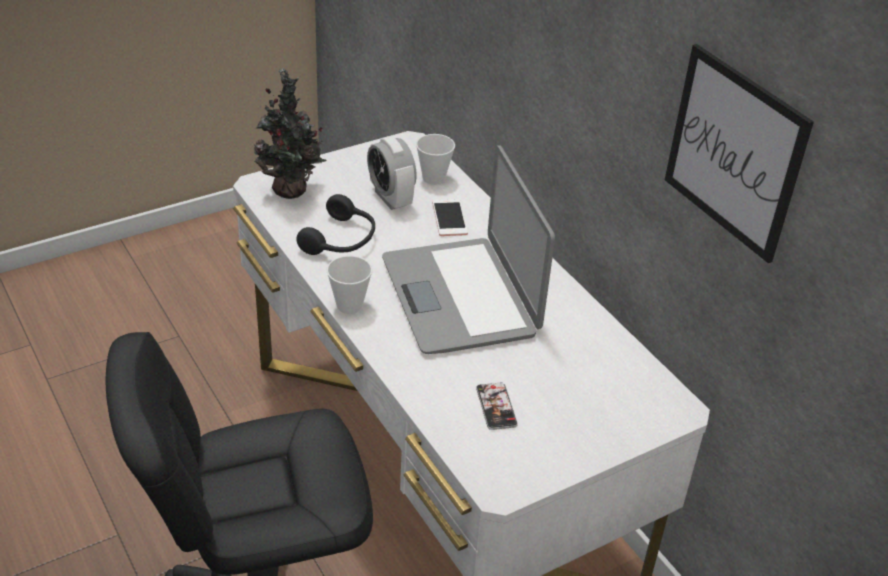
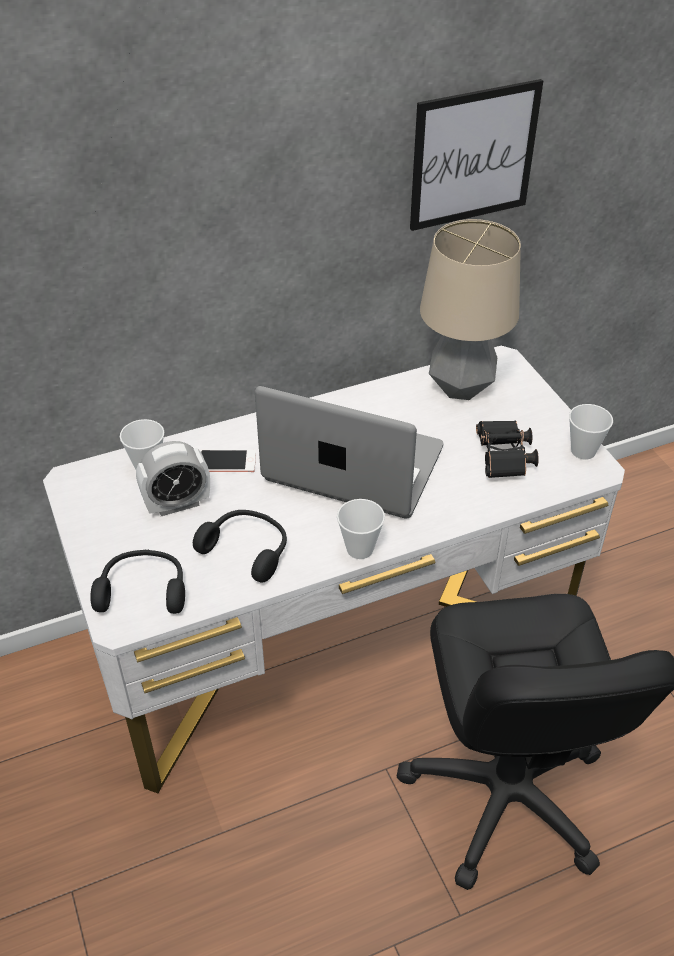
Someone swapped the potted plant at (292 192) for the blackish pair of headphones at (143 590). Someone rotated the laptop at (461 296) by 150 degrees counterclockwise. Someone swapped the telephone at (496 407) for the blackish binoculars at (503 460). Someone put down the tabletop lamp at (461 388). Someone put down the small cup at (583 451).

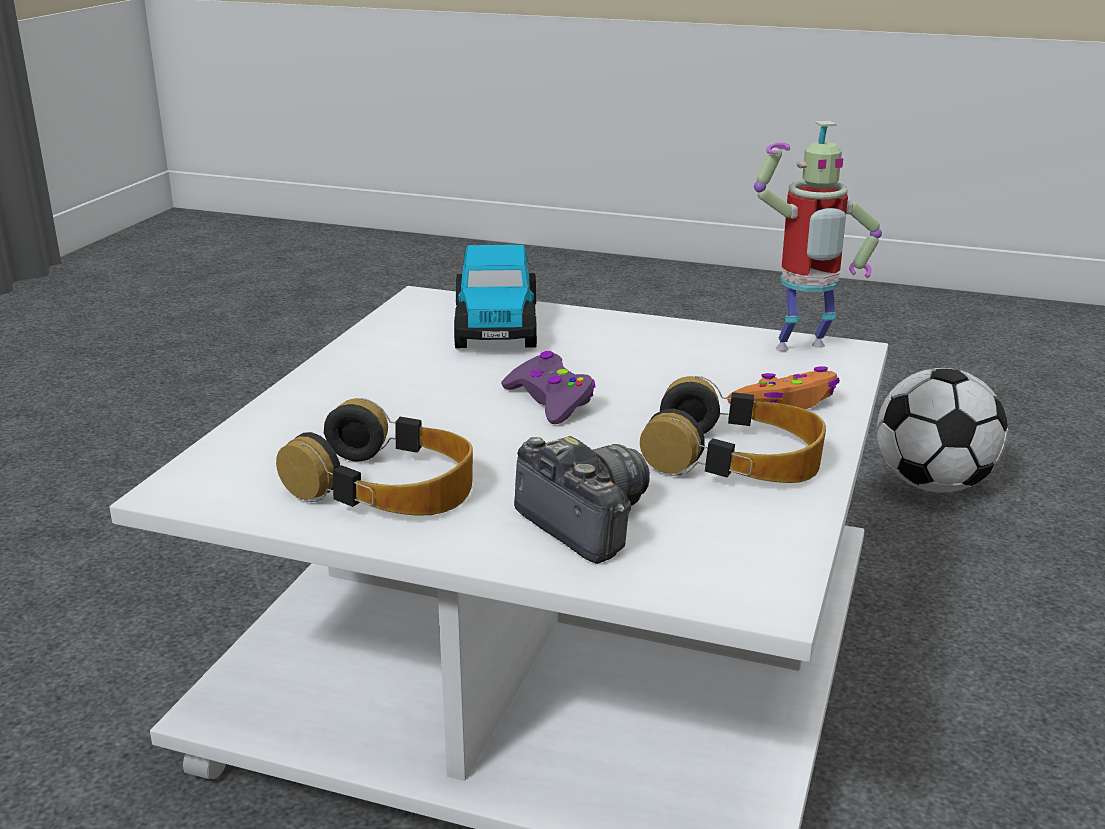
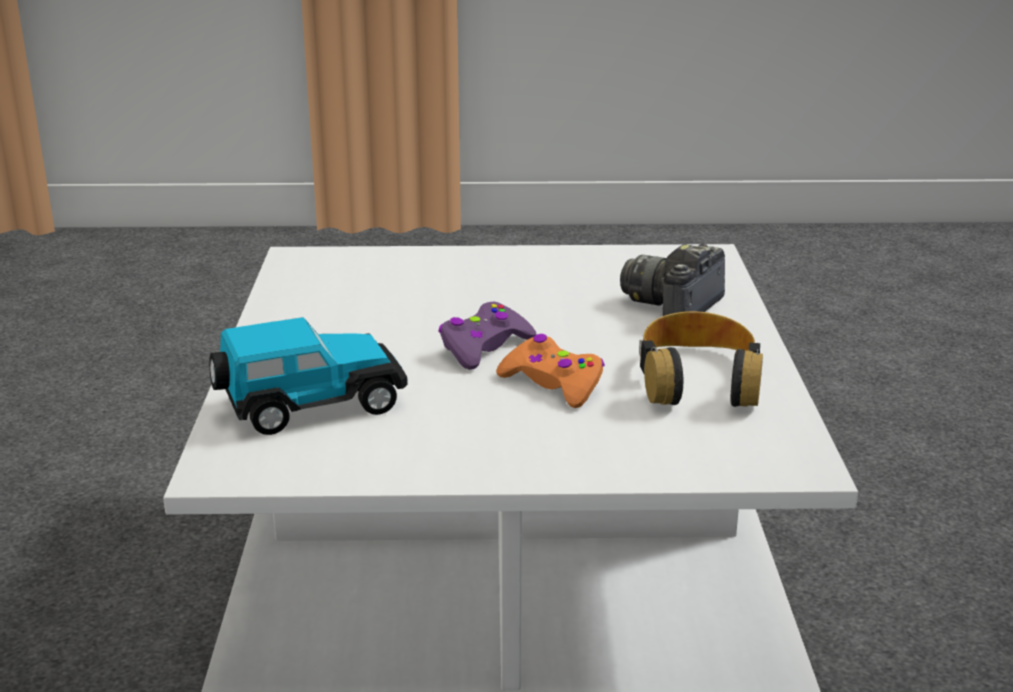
Someone took away the toy robot at (802 350). Someone carried the orangey gamepad from (786 403) to (553 383). Someone took away the football at (932 484). Someone took away the pair of headphones at (734 458).

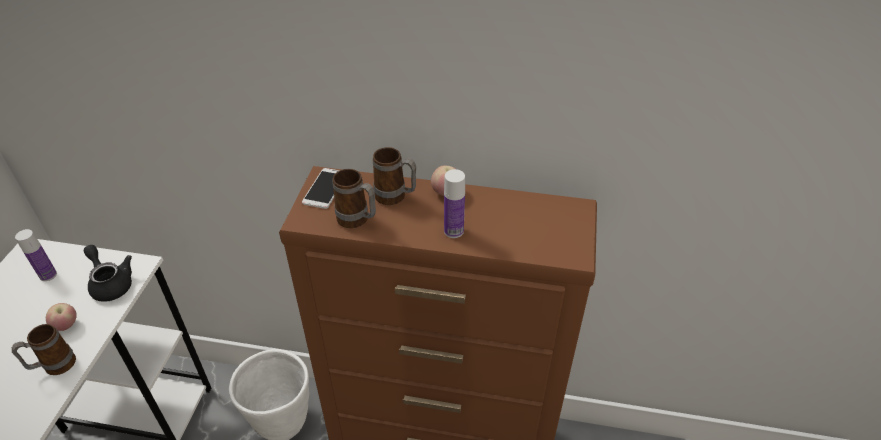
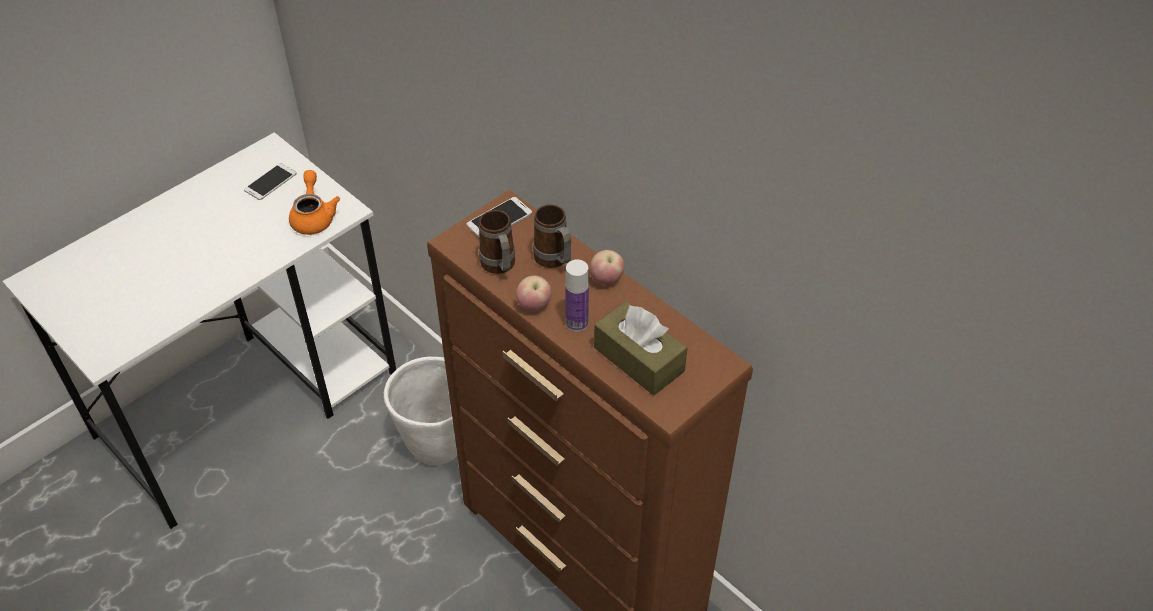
Someone swapped the beverage bottle at (48 275) for the telephone at (270 182). Someone repainted the blackish pot for tea at (111 283), which became the orangey pot for tea at (314 216). Someone carried the whole apple from (66 326) to (534 305). Someone took away the mug at (54 366). Someone put down the brown-coloured tissue holder at (639 359).

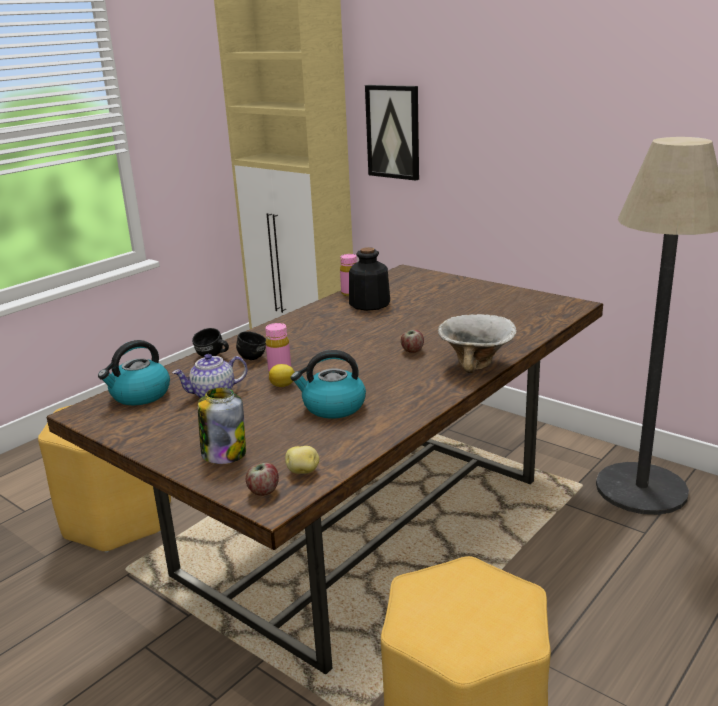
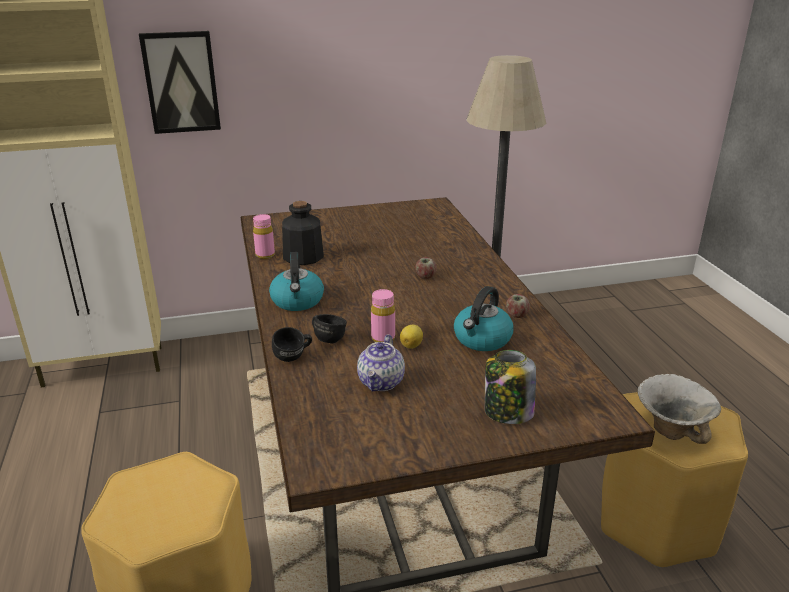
Someone carried the serving bowl from (477 365) to (671 429). Someone carried the tea kettle from (140 395) to (297 301). Someone took away the potato at (303 471). Someone carried the whole apple from (263 491) to (516 315).

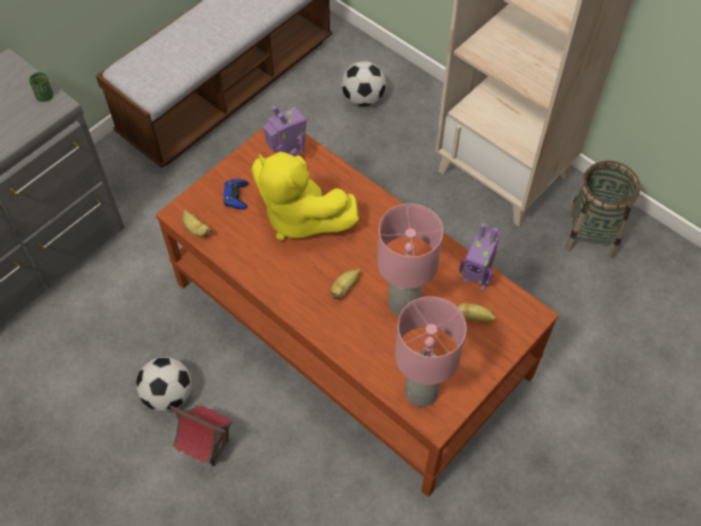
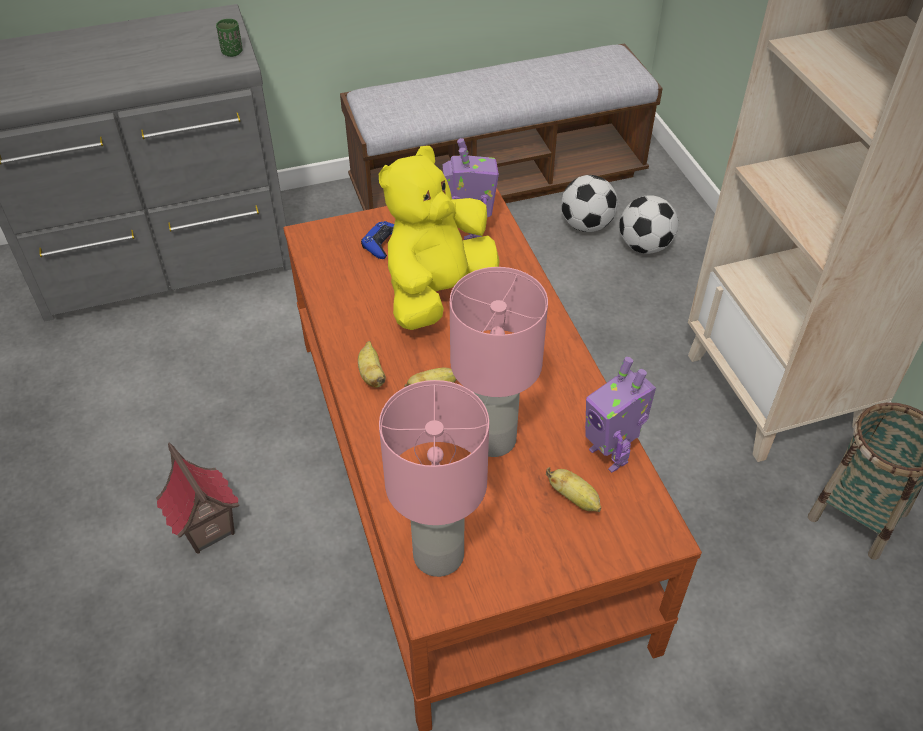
Someone rotated the yellowish cuddly toy at (299 217) by 60 degrees clockwise. Someone carried the banana fruit from (196 230) to (371 375). Someone carried the football from (168 395) to (586 225).

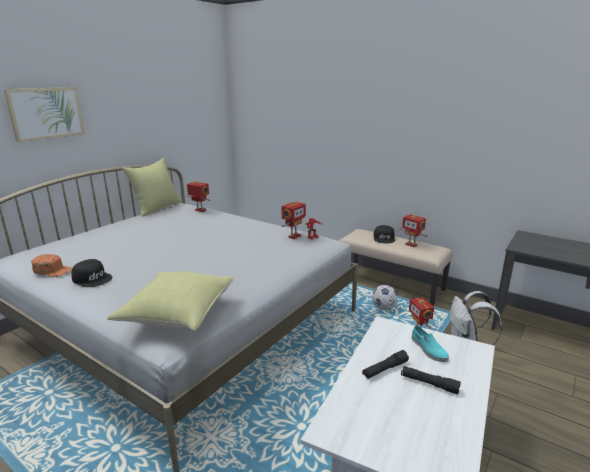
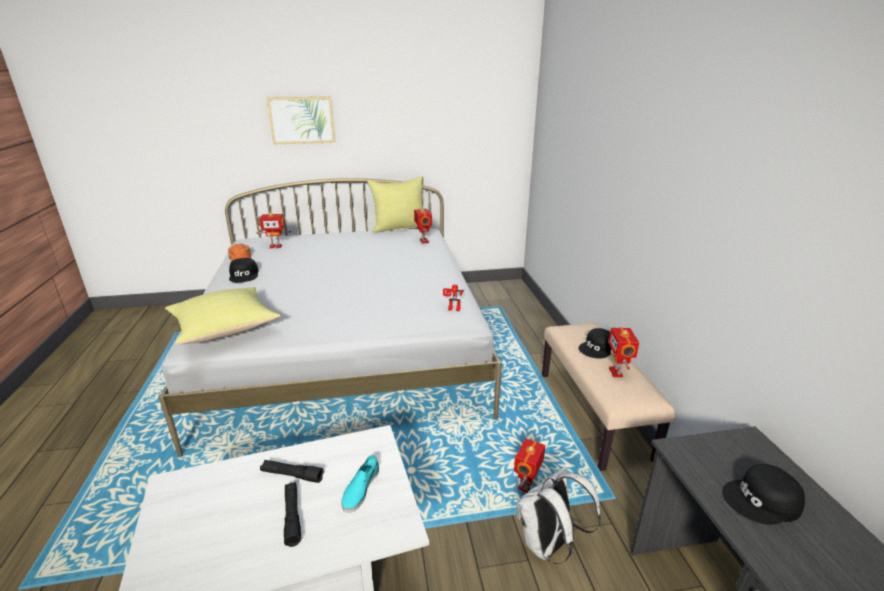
Someone carried the toy robot from (294 236) to (276 246). Someone took away the football at (383 308). Someone put down the blackish cap at (762 501).

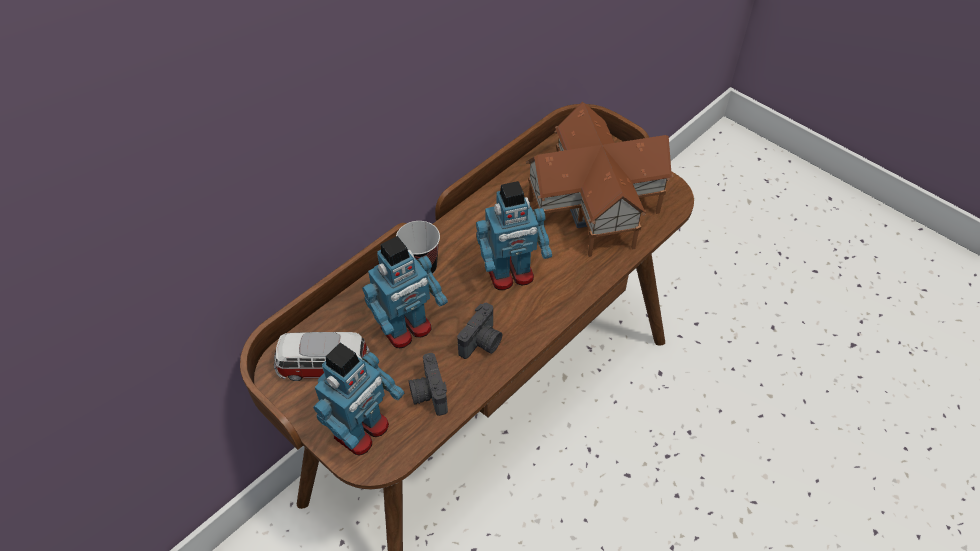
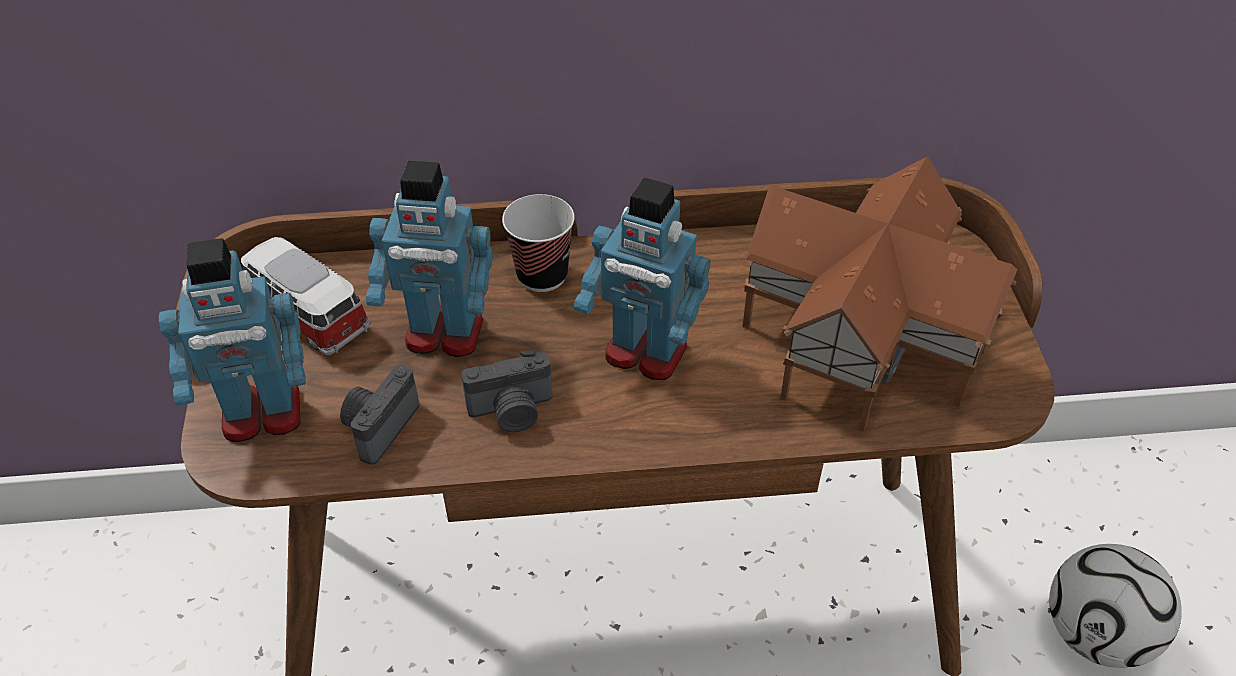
Someone put down the football at (1096 634).

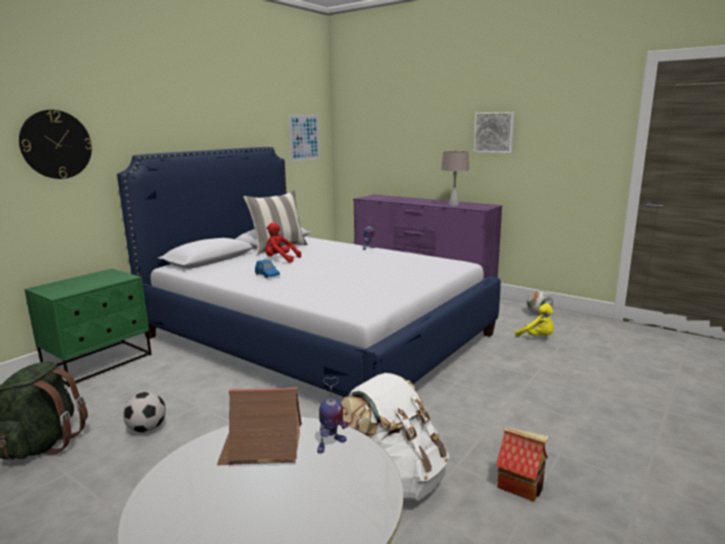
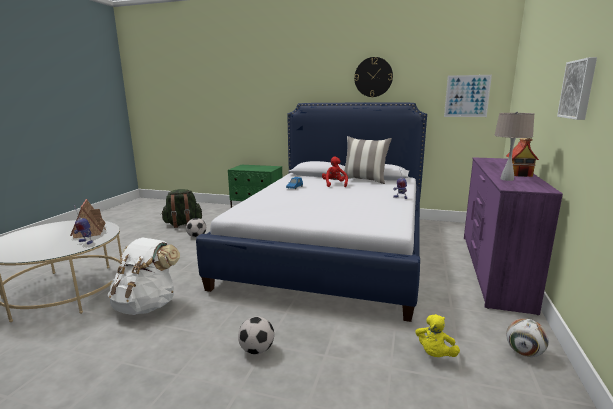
Someone carried the clock on the wall from (56 144) to (373 77). Someone carried the miniature house from (521 485) to (520 174). Someone put down the football at (257 350).

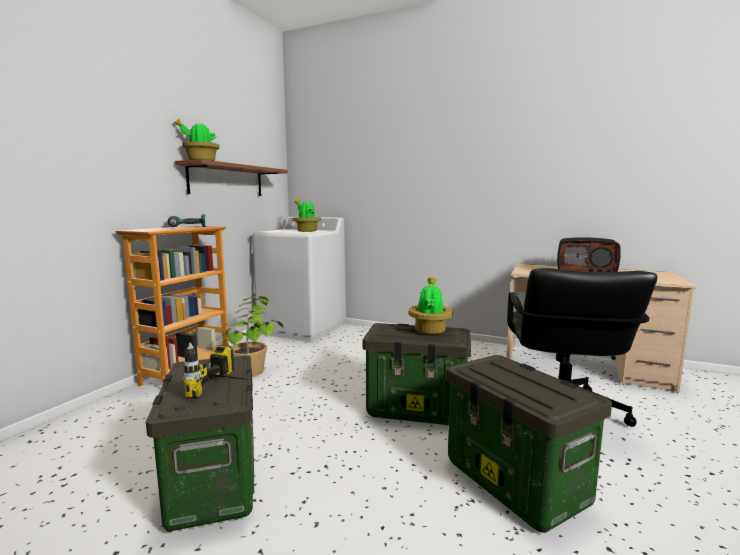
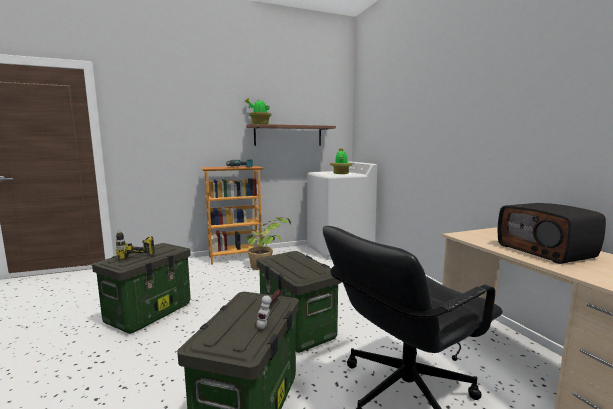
Someone took away the potted plant at (430 330). Someone put down the tool hammer at (270 312).

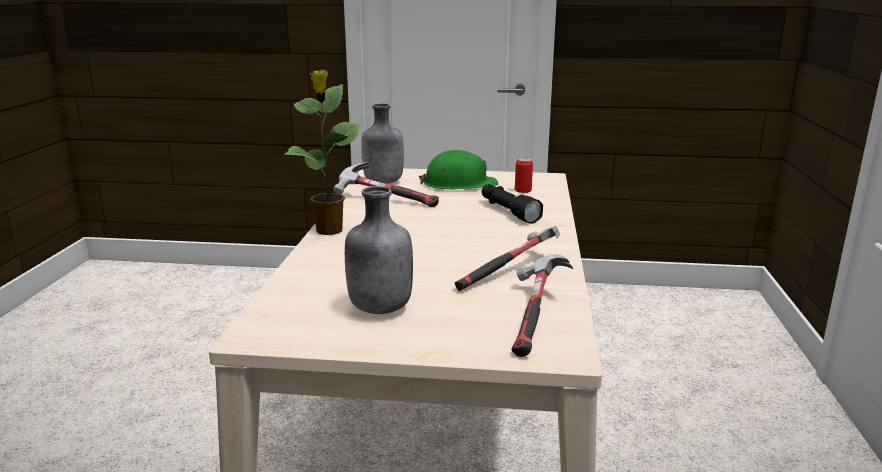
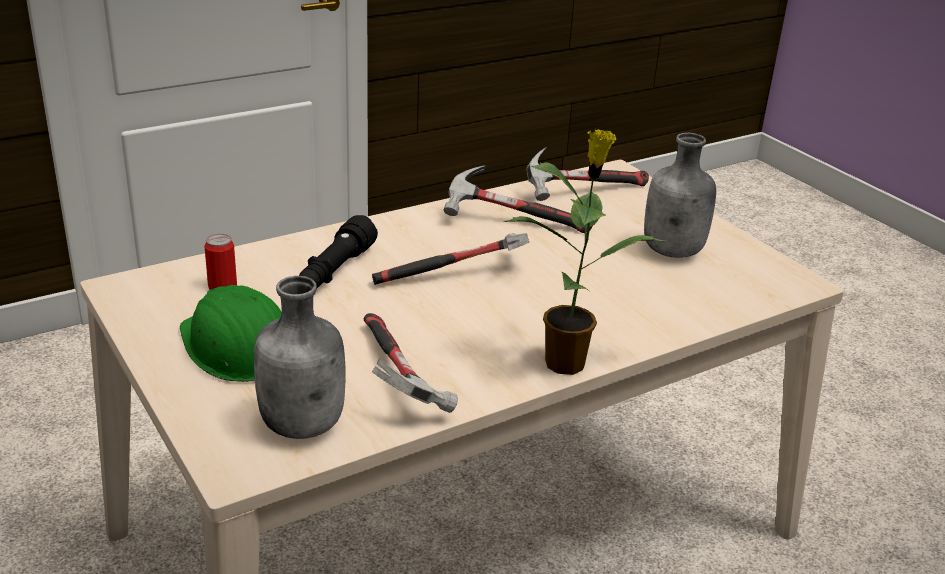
Someone put down the tool hammer at (457 275).

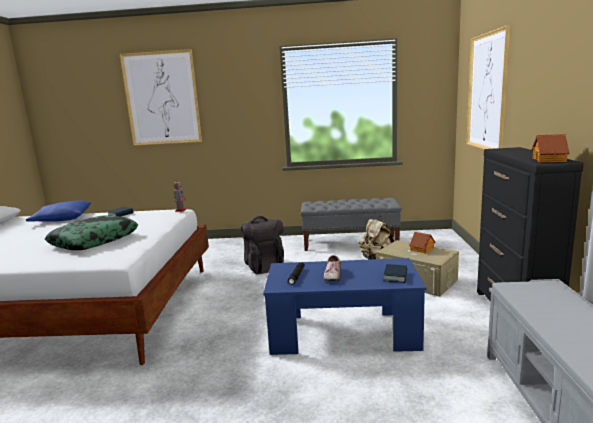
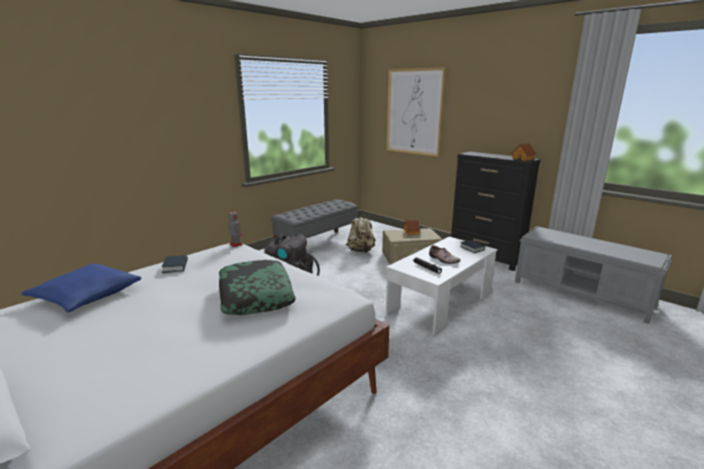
Someone took away the wall picture at (162 98). Someone repainted the bluish coffee table at (343 332), which became the white-coloured coffee table at (441 302).

